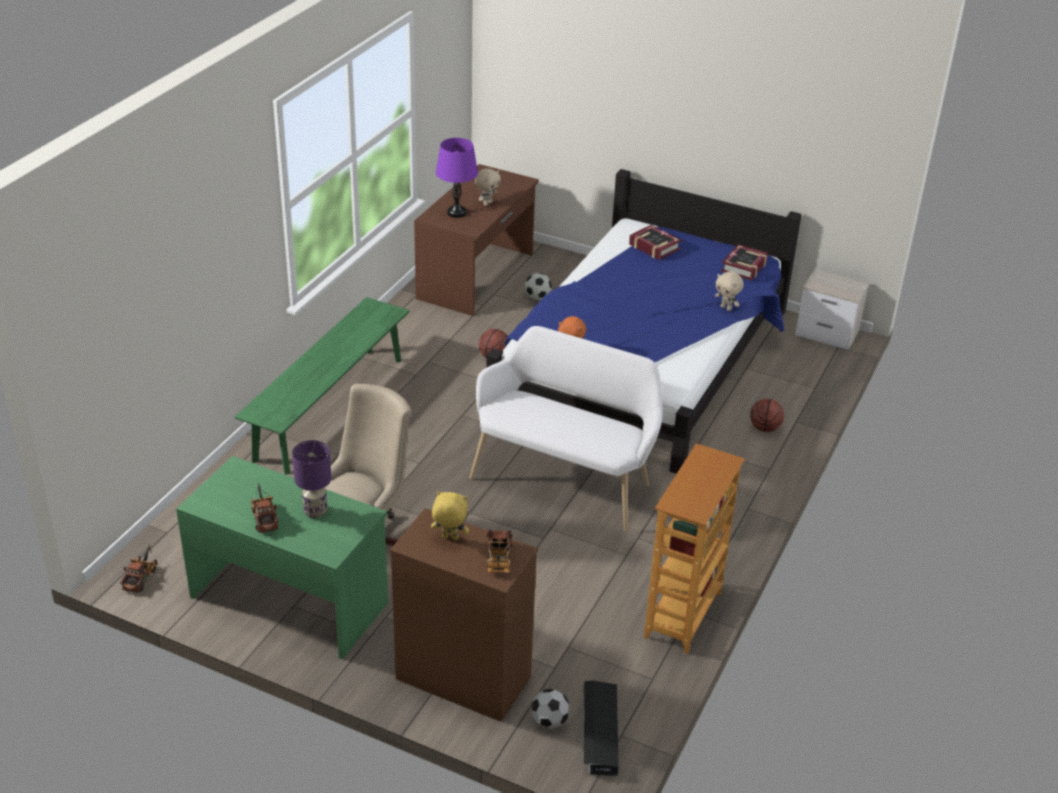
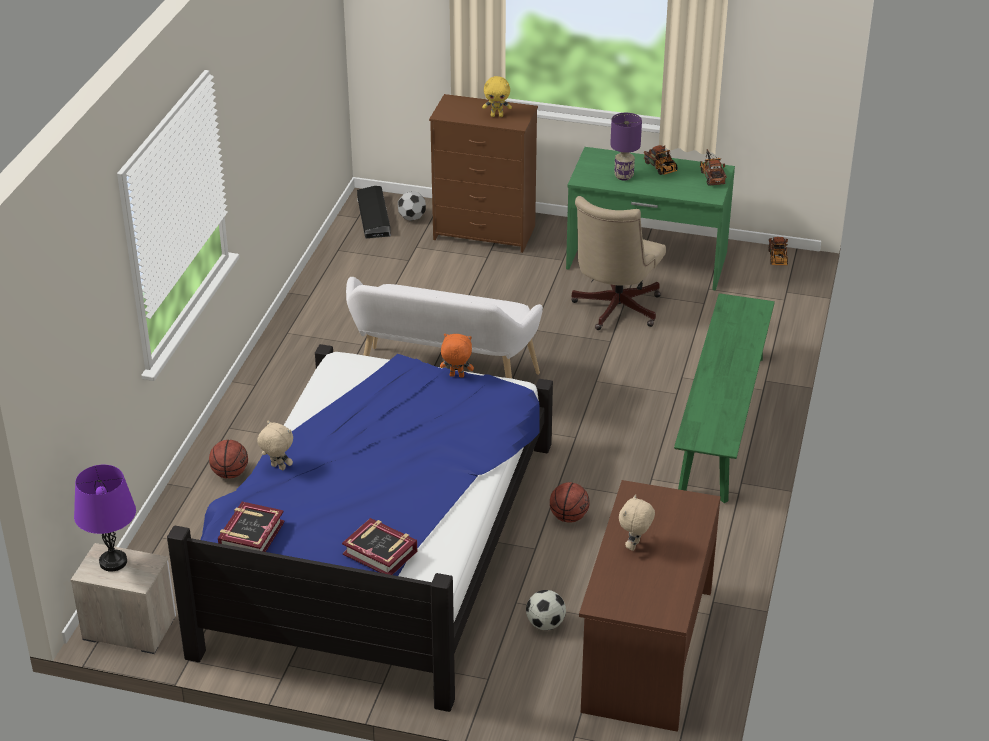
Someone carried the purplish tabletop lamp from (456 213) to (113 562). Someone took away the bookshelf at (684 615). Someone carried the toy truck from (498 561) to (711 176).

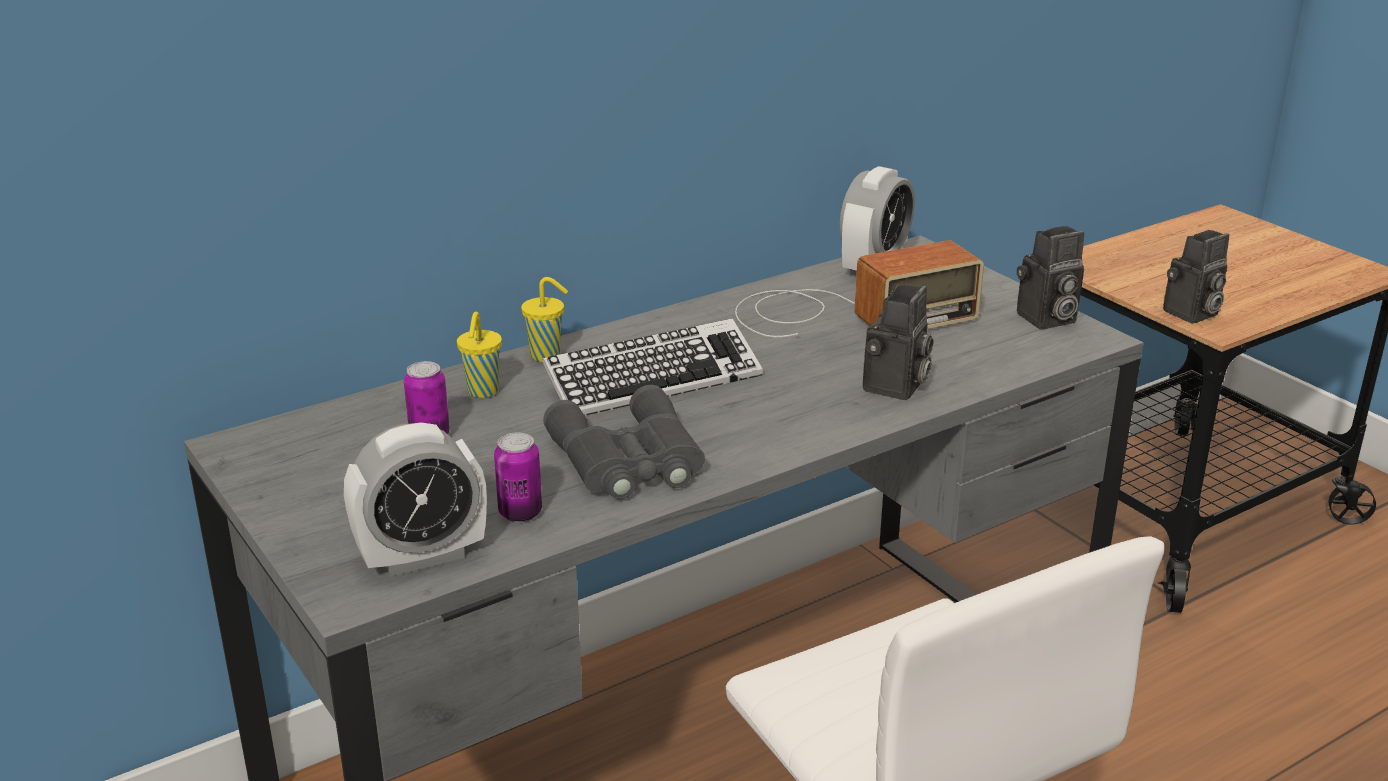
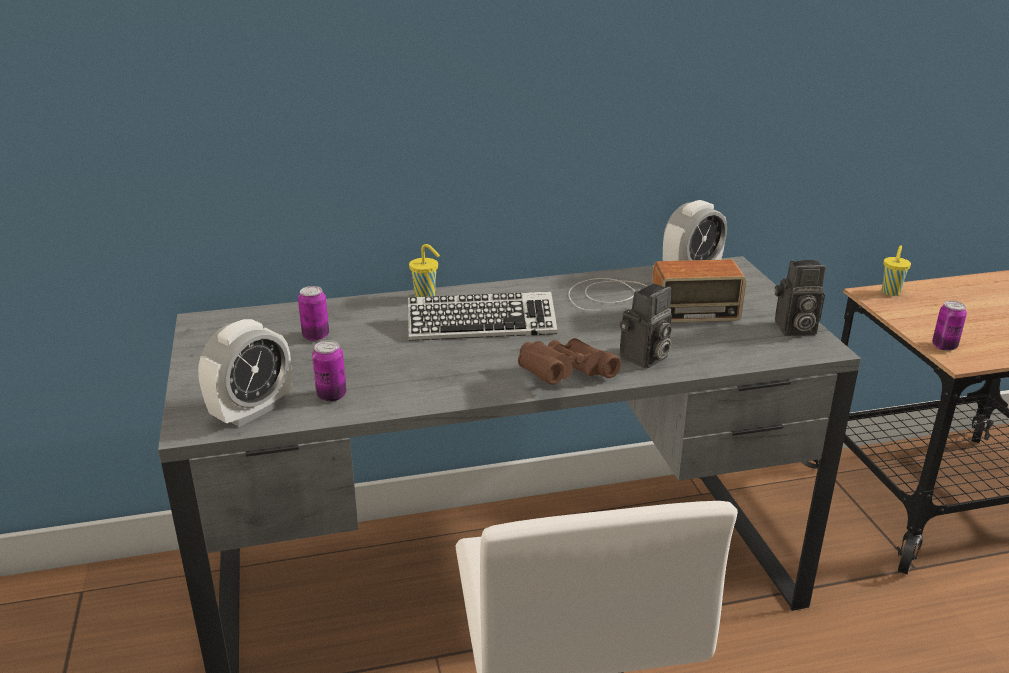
Someone swapped the still camera at (1191 314) for the can at (944 346). Someone carried the yellowish small cup from (482 392) to (890 293). Someone took away the gray binoculars at (627 461). Someone rotated the bedside clock at (422 557) by 45 degrees counterclockwise. Someone put down the brown-coloured binoculars at (563 377).

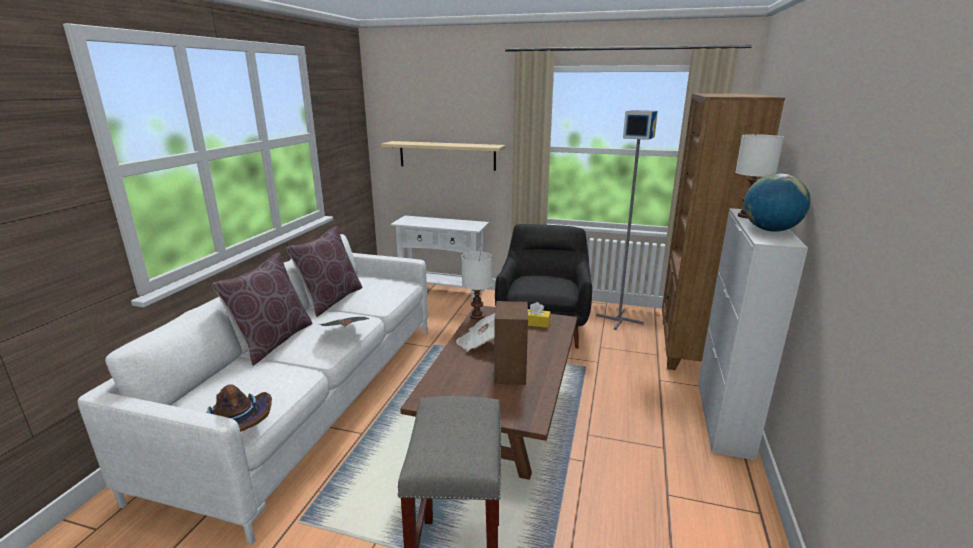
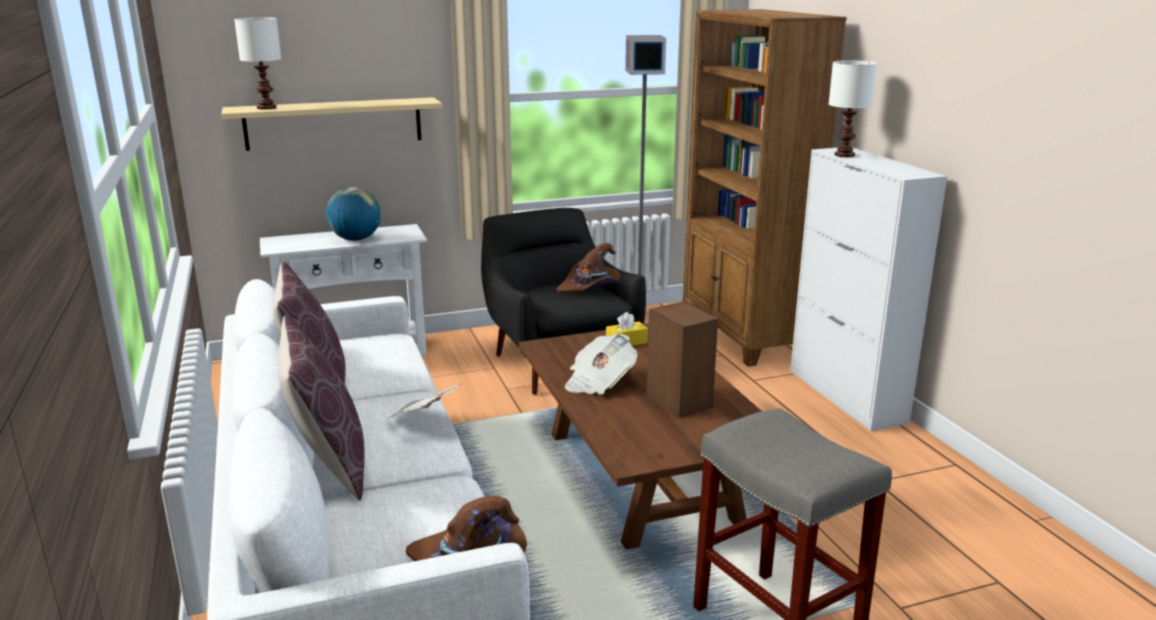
Someone carried the world globe from (770 230) to (355 239). Someone carried the white-coloured tabletop lamp from (477 316) to (267 108). Someone put down the brown-coloured clothing hat at (590 287).

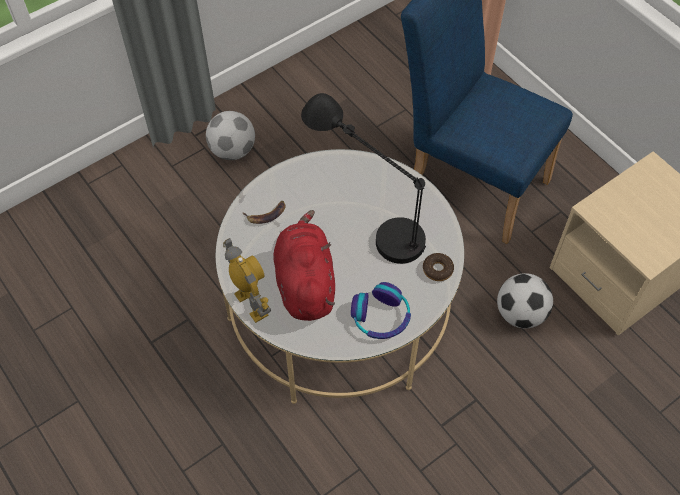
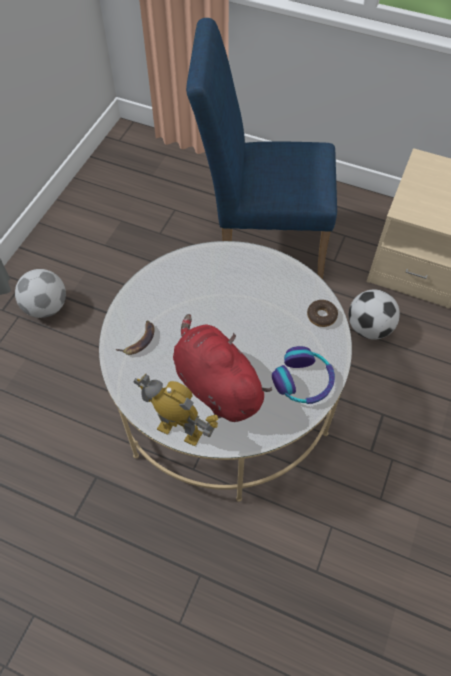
Someone took away the blackish tabletop lamp at (367 217).

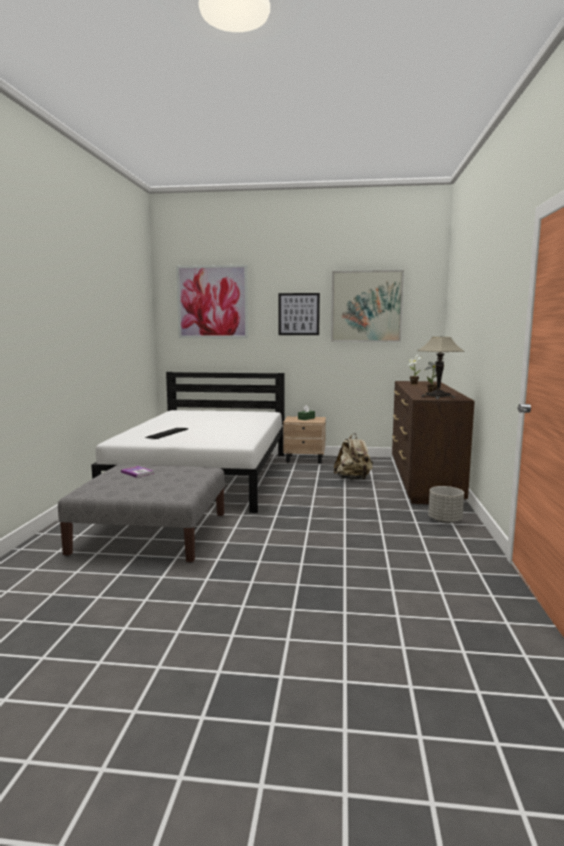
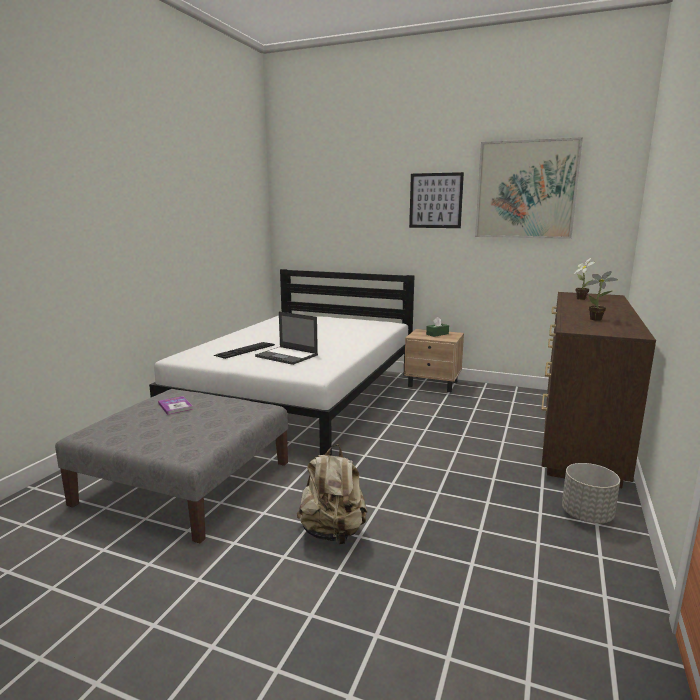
Someone took away the wall picture at (212 302). Someone took away the tabletop lamp at (437 397). Someone carried the beige-coloured knapsack from (353 479) to (333 533). Someone put down the laptop at (287 356).

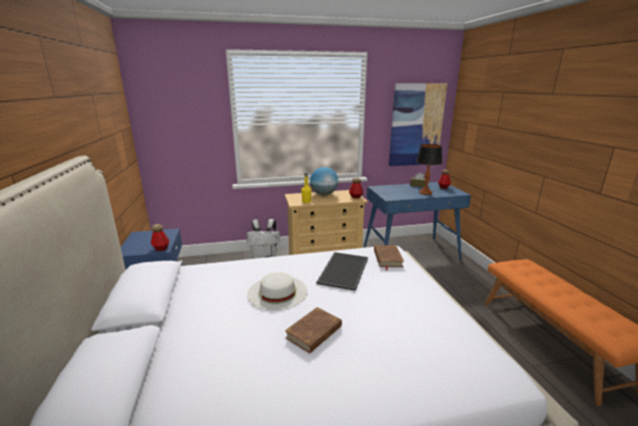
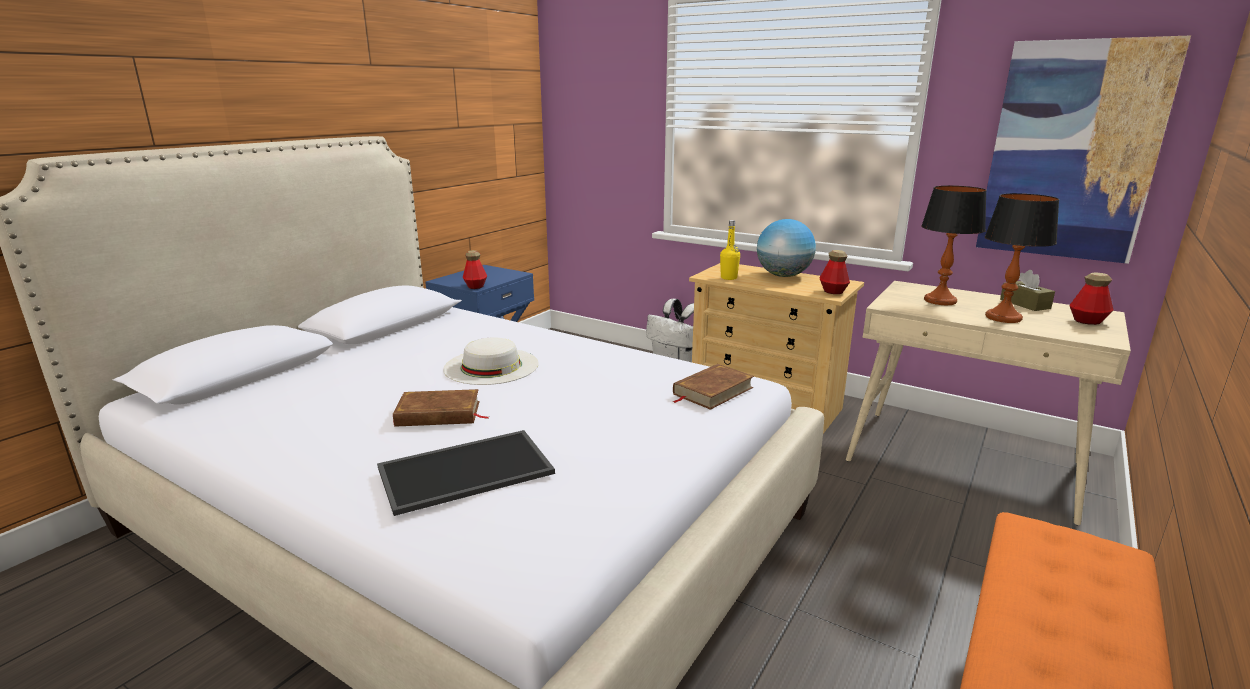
Someone repainted the bluish desk unit at (410 252), which became the beige-coloured desk unit at (964 462). Someone carried the carrying tray from (343 270) to (466 469). Someone put down the tabletop lamp at (939 301).

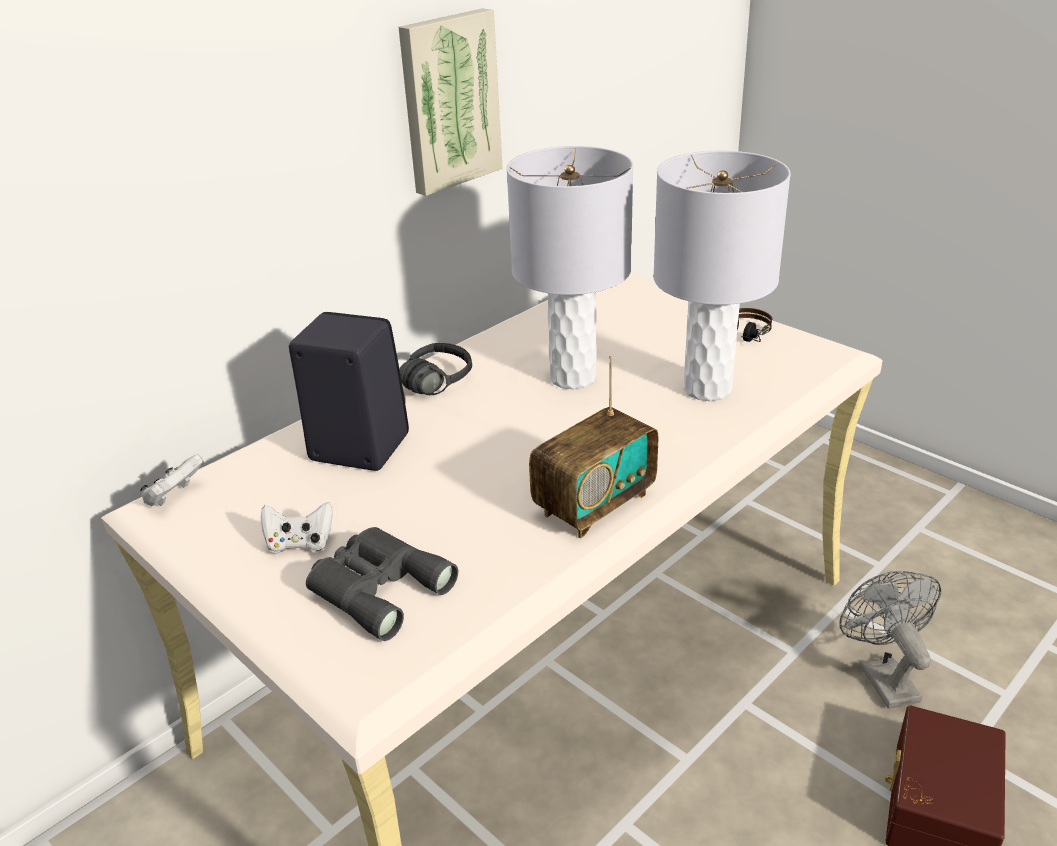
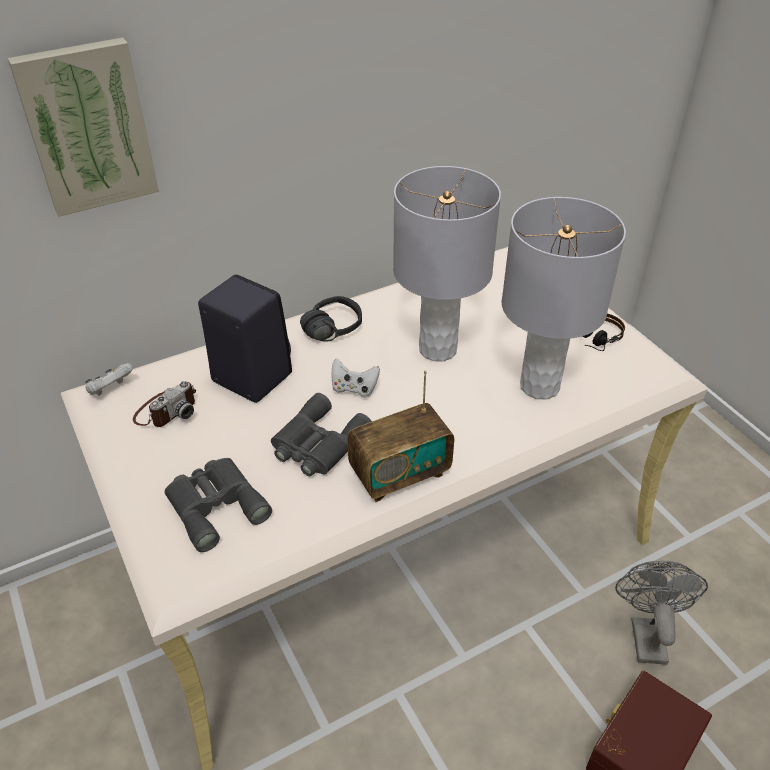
Someone carried the wall picture from (449 101) to (87 127). Someone carried the white-coloured gamepad from (300 543) to (354 389). Someone put down the still camera at (166 410). Someone put down the gray binoculars at (317 444).

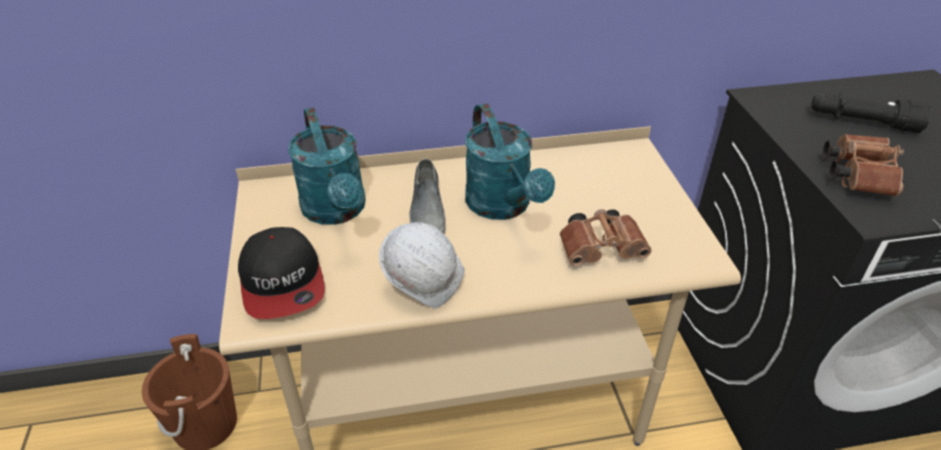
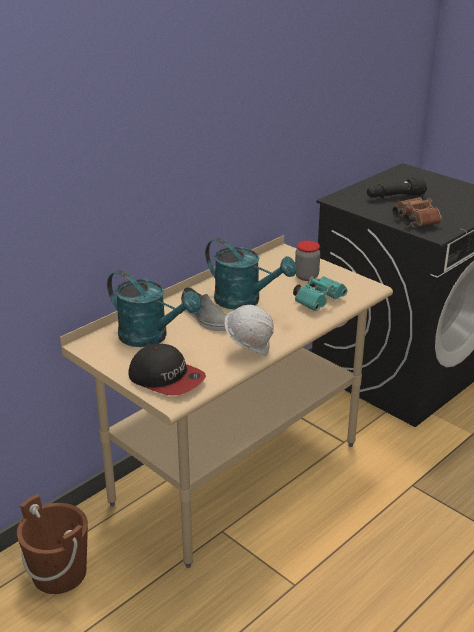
Someone repainted the brown-coloured binoculars at (603 250), which became the blue-green binoculars at (319 301). Someone put down the jar at (306 276).

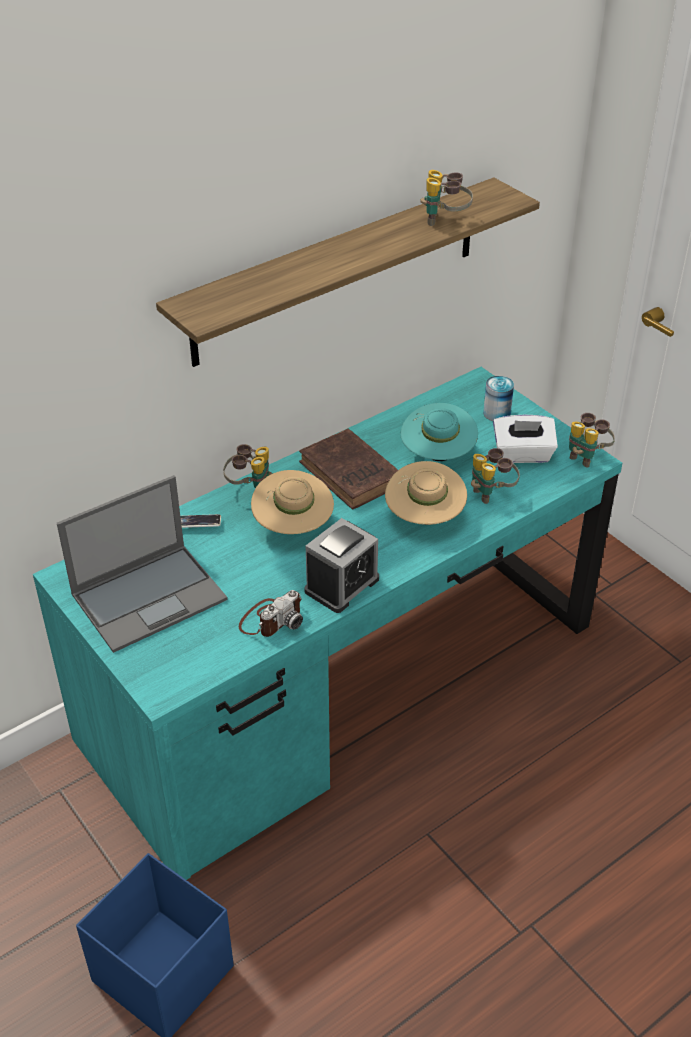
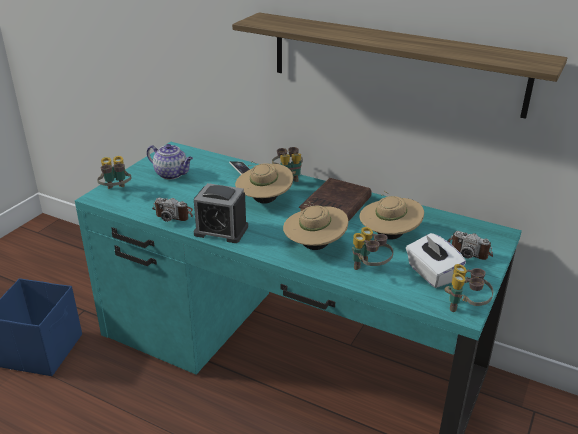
Someone carried the binoculars from (445 221) to (116 191). Someone swapped the can at (496 413) for the still camera at (470 250). Someone repainted the blue-green clothing hat at (437 456), which became the beige-coloured clothing hat at (389 235). Someone swapped the laptop at (150 596) for the pot for tea at (172 174).

